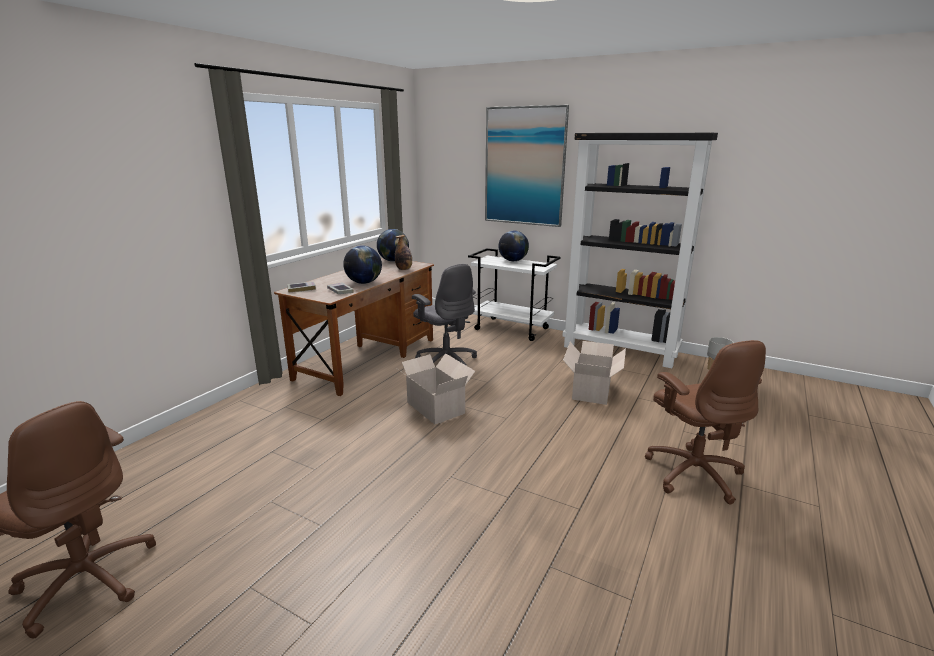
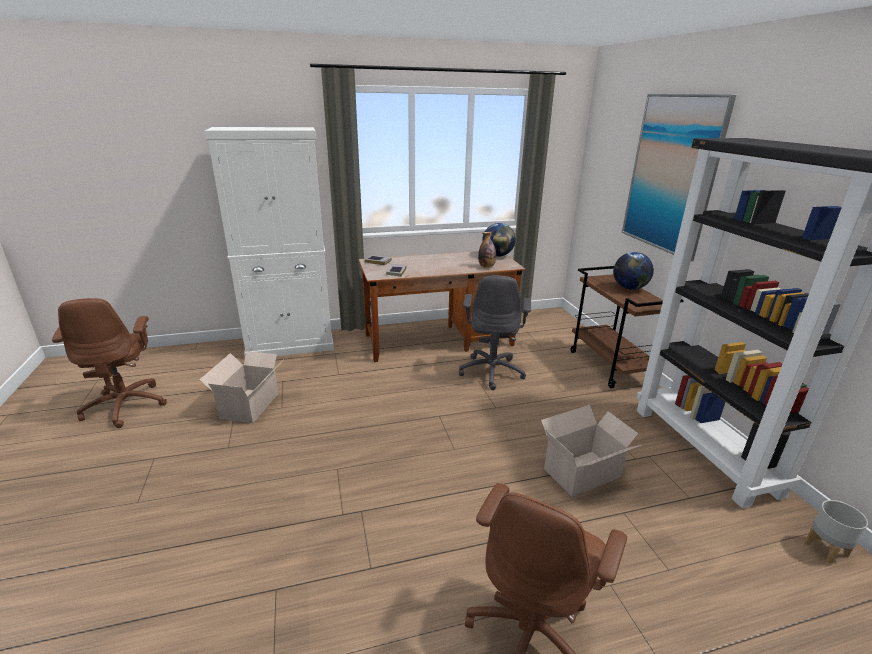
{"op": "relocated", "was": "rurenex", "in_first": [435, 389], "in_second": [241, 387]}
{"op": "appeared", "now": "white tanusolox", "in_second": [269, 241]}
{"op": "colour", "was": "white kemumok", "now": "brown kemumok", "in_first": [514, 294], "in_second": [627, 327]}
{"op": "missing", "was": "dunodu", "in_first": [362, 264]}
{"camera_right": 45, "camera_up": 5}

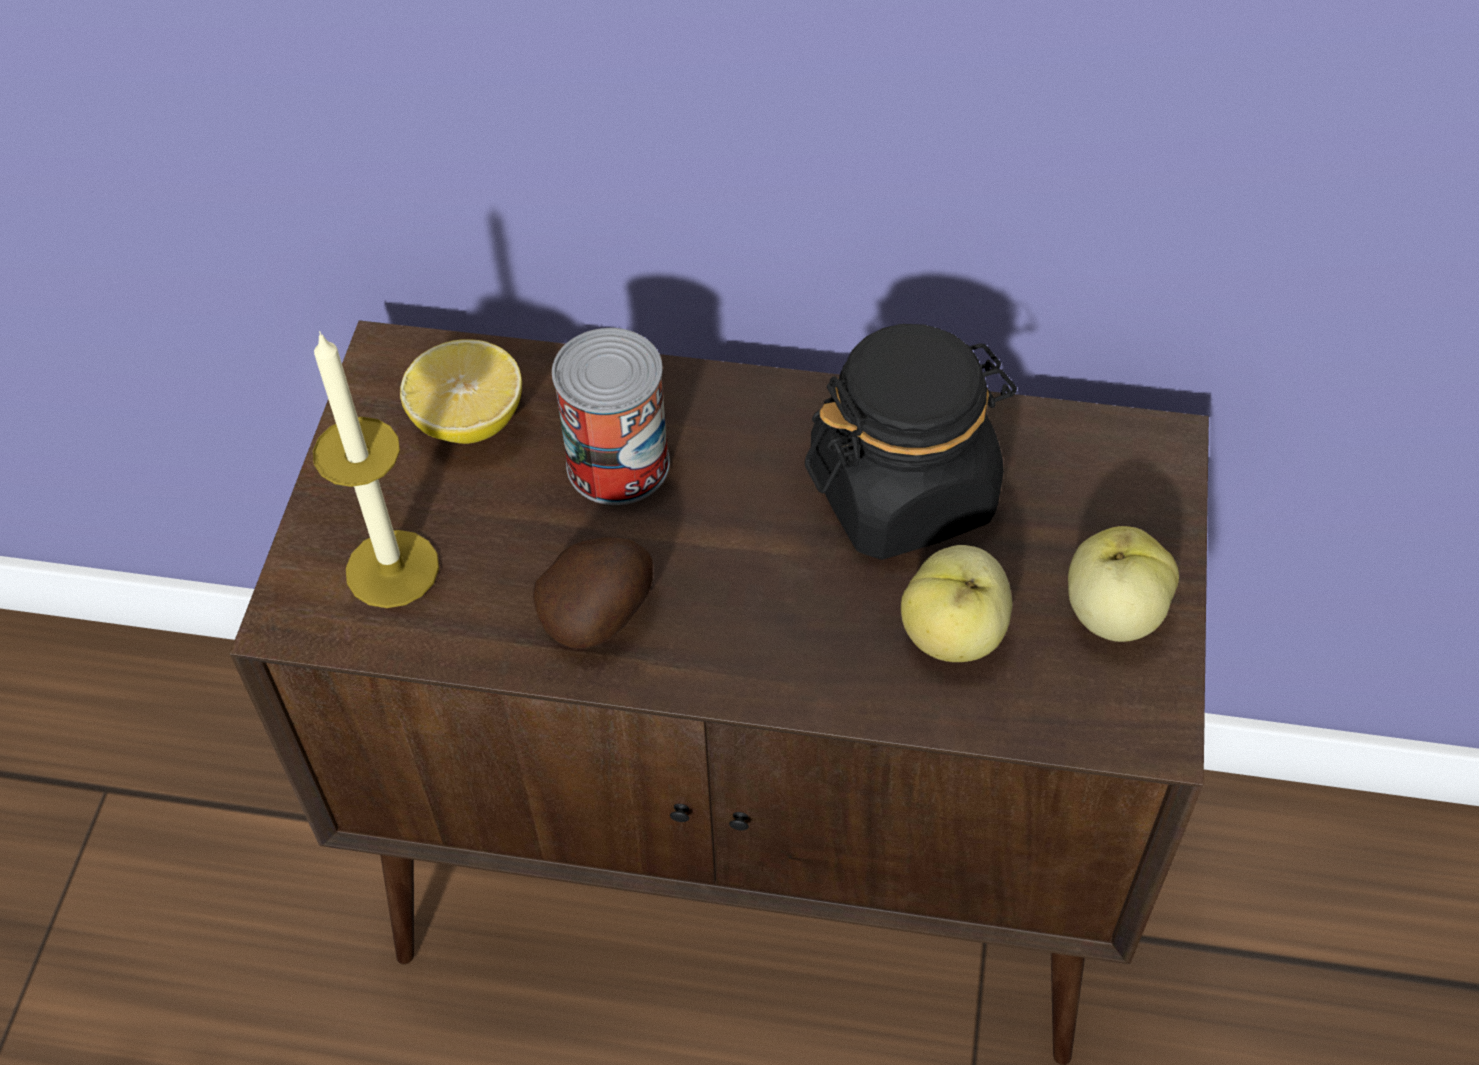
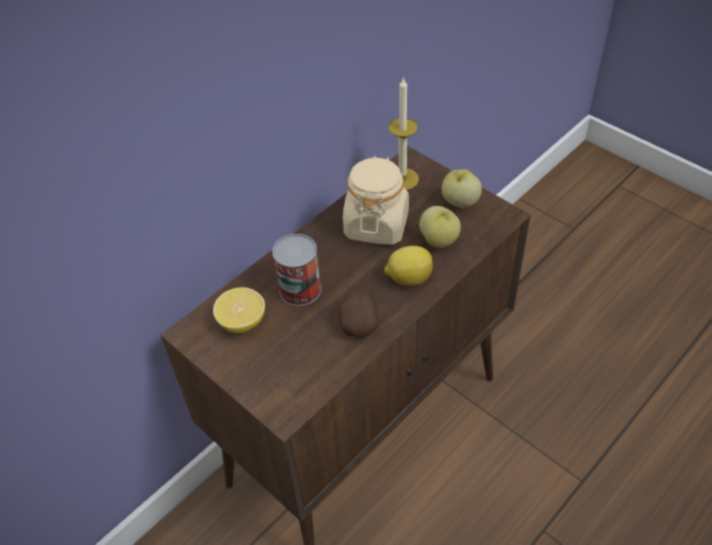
{"op": "colour", "was": "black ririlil", "now": "beige ririlil", "in_first": [911, 442], "in_second": [376, 200]}
{"op": "appeared", "now": "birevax", "in_second": [408, 266]}
{"op": "relocated", "was": "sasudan", "in_first": [376, 469], "in_second": [403, 133]}
{"camera_right": -55, "camera_up": -5}

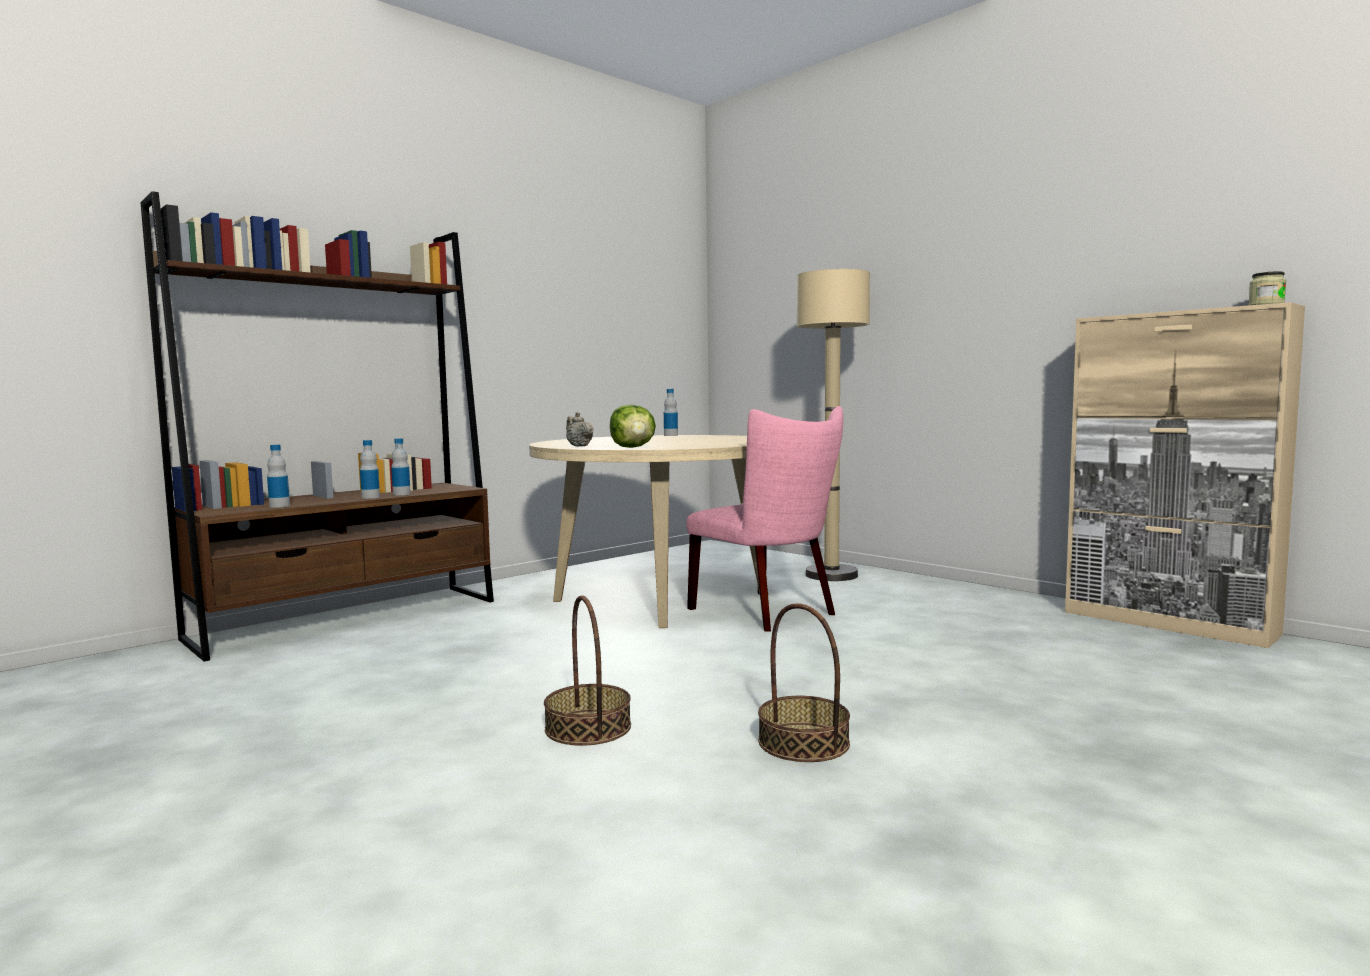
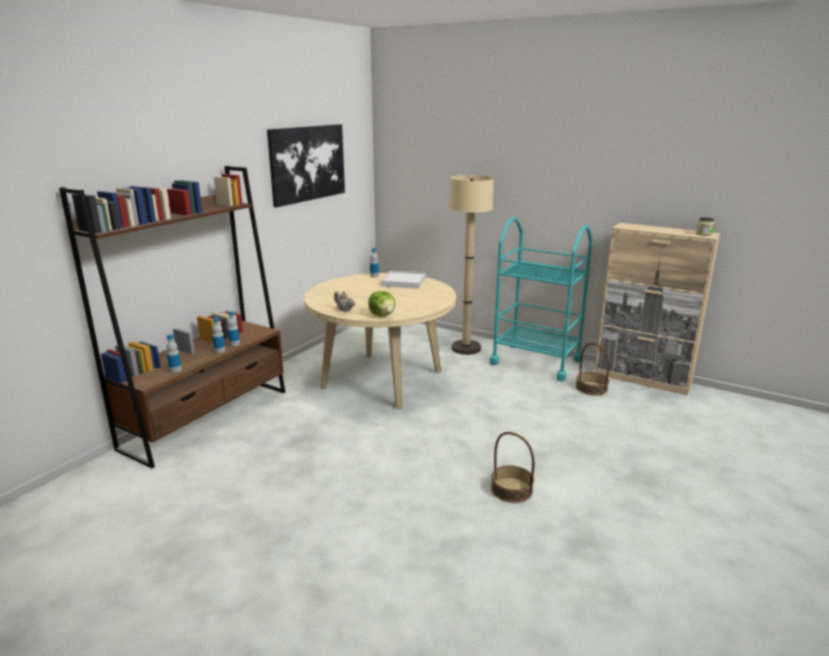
{"op": "appeared", "now": "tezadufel", "in_second": [306, 165]}
{"op": "appeared", "now": "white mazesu", "in_second": [404, 279]}
{"op": "appeared", "now": "turquoise kemumok", "in_second": [541, 299]}
{"op": "relocated", "was": "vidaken", "in_first": [587, 670], "in_second": [592, 369]}
{"op": "missing", "was": "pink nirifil", "in_first": [764, 519]}
{"camera_right": -15, "camera_up": 15}

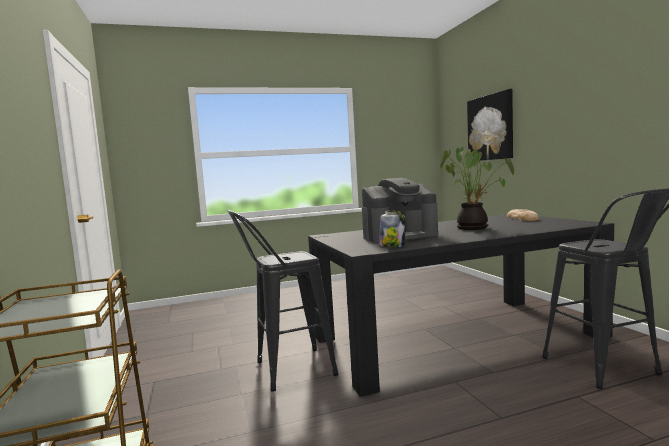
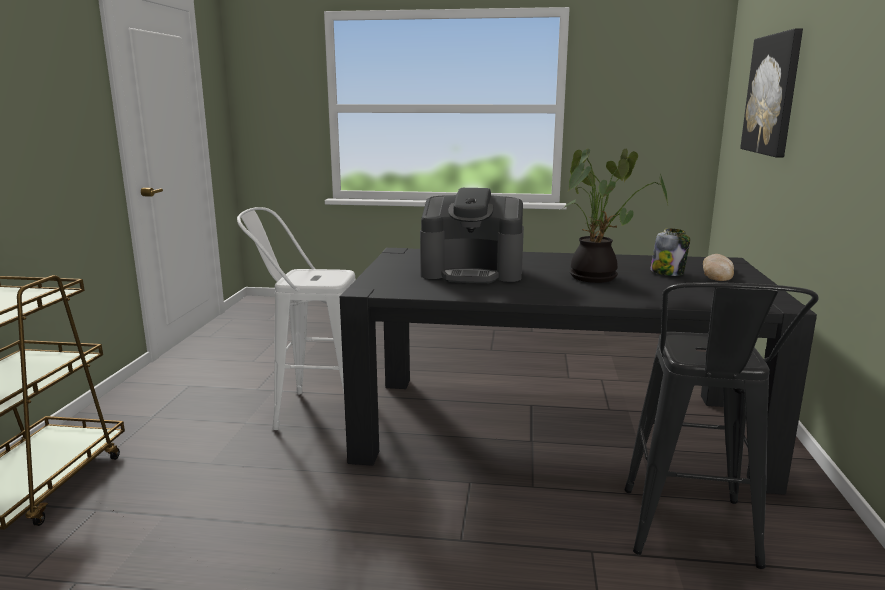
{"op": "colour", "was": "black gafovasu", "now": "white gafovasu", "in_first": [282, 300], "in_second": [296, 318]}
{"op": "relocated", "was": "ririlil", "in_first": [392, 229], "in_second": [670, 252]}
{"camera_right": 25, "camera_up": 10}

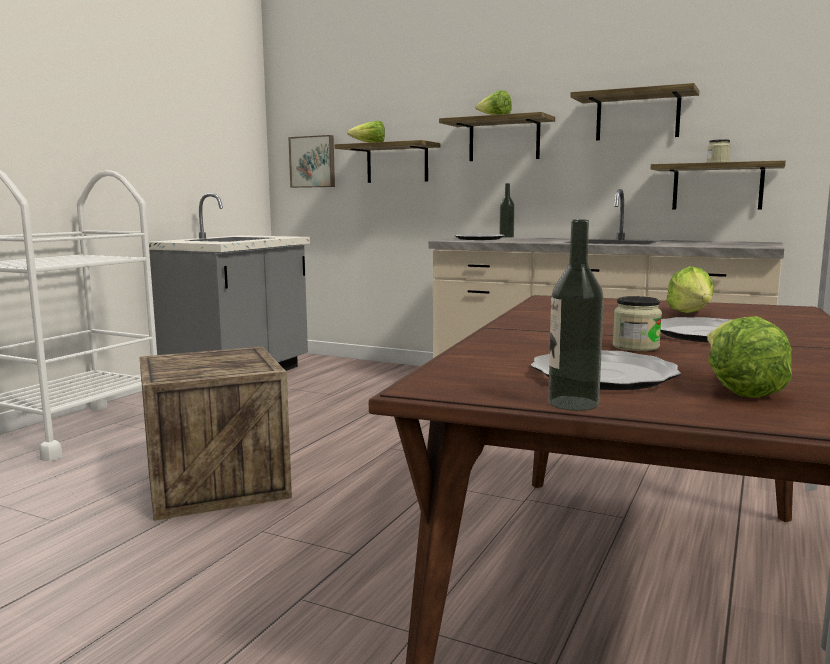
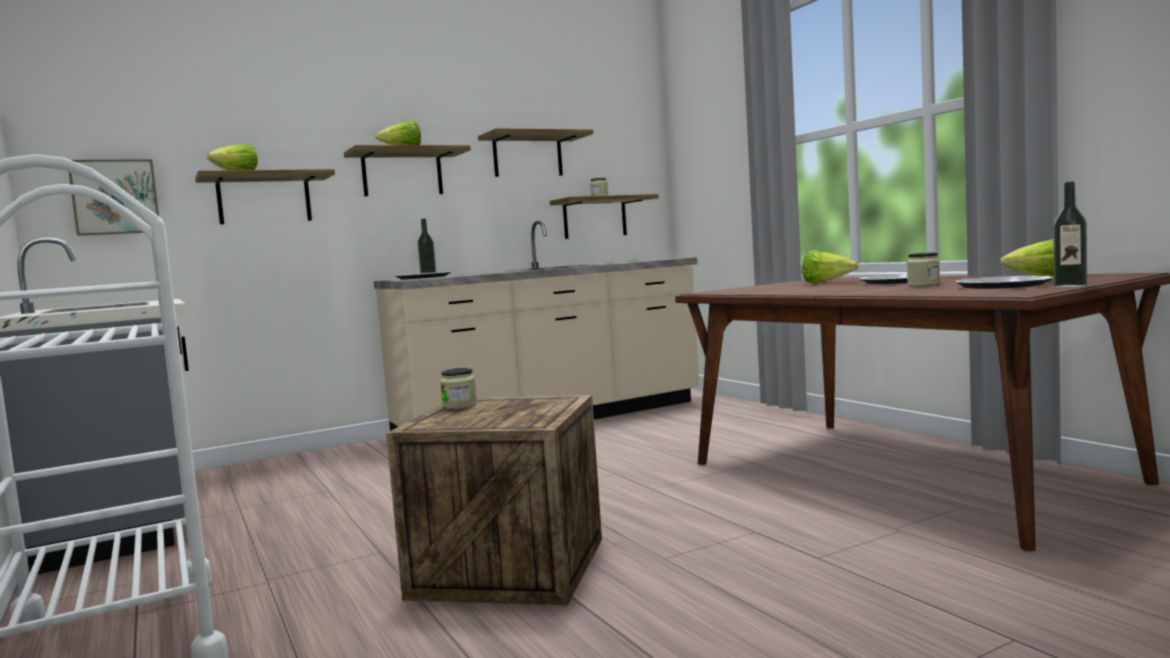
{"op": "appeared", "now": "ririlil", "in_second": [458, 388]}
{"camera_right": -55, "camera_up": -5}

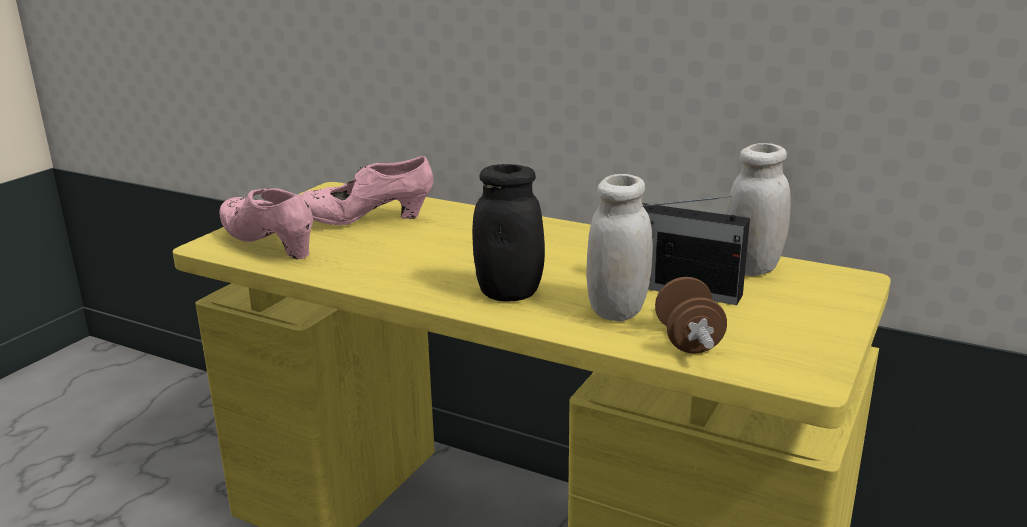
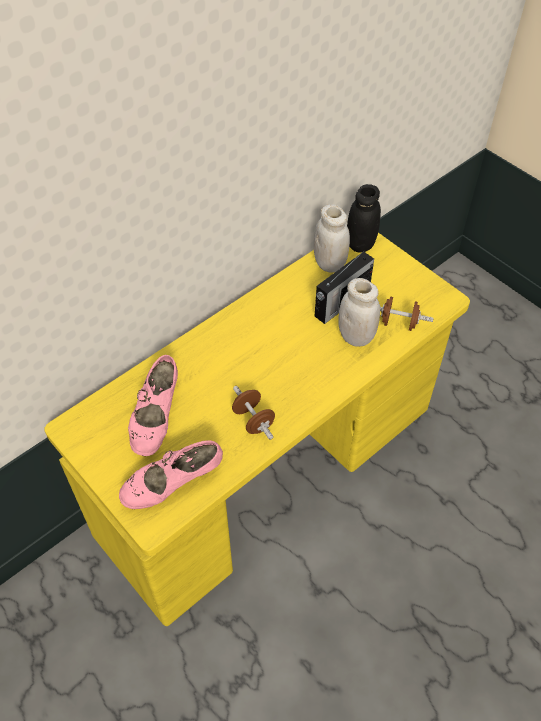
{"op": "appeared", "now": "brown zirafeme", "in_second": [253, 413]}
{"op": "relocated", "was": "black ririlil", "in_first": [509, 232], "in_second": [364, 218]}
{"camera_right": -70, "camera_up": 30}

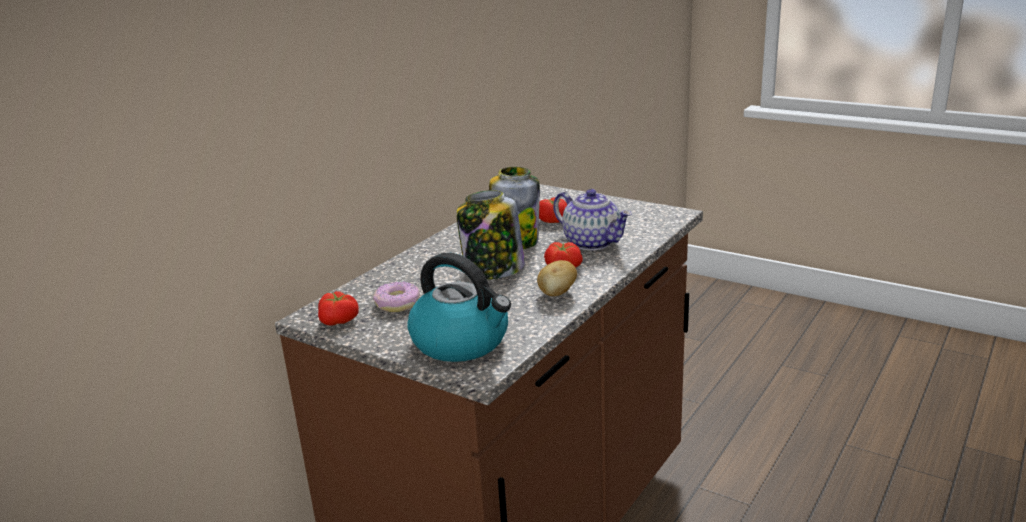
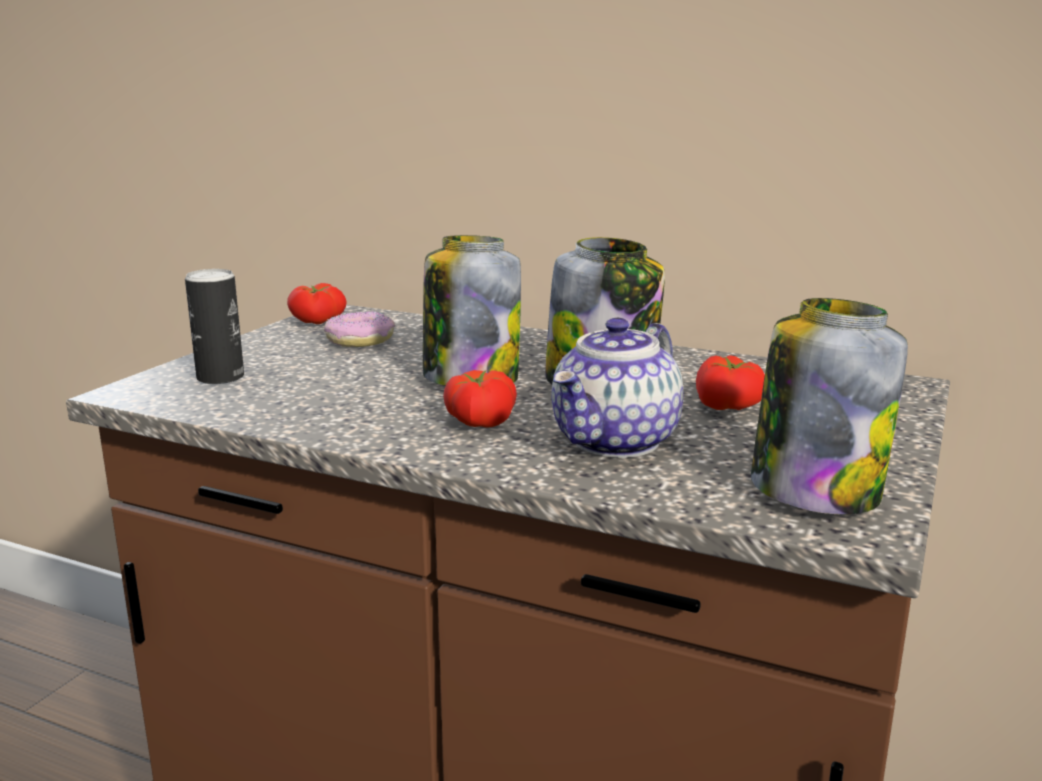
{"op": "exchanged", "was": "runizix", "now": "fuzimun", "in_first": [459, 307], "in_second": [214, 326]}
{"op": "appeared", "now": "ririlil", "in_second": [829, 406]}
{"op": "missing", "was": "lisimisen", "in_first": [557, 278]}
{"camera_right": 80, "camera_up": -5}

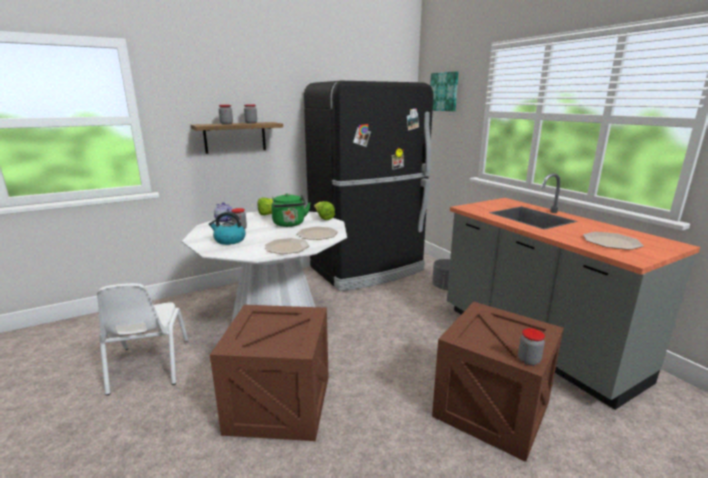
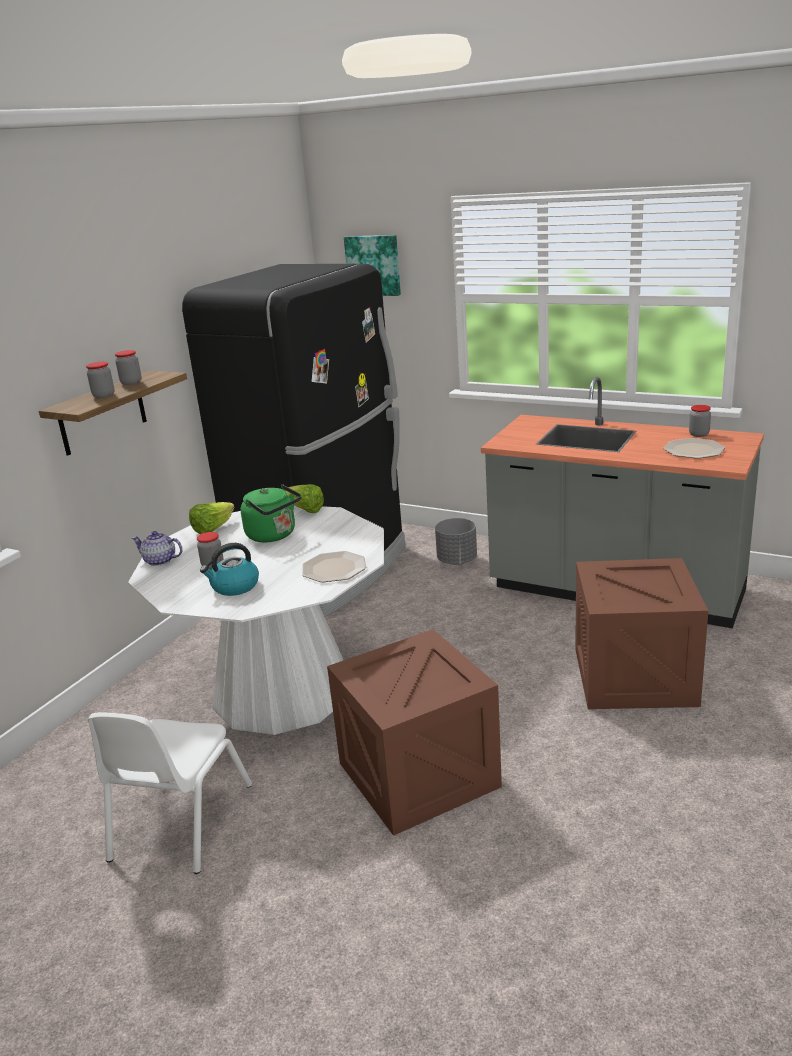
{"op": "spun", "was": "white nirifil", "in_first": [142, 339], "in_second": [170, 793], "clockwise": 60}
{"op": "relocated", "was": "ririlil", "in_first": [531, 347], "in_second": [700, 421]}
{"op": "missing", "was": "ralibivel", "in_first": [317, 233]}
{"camera_right": -30, "camera_up": 5}

